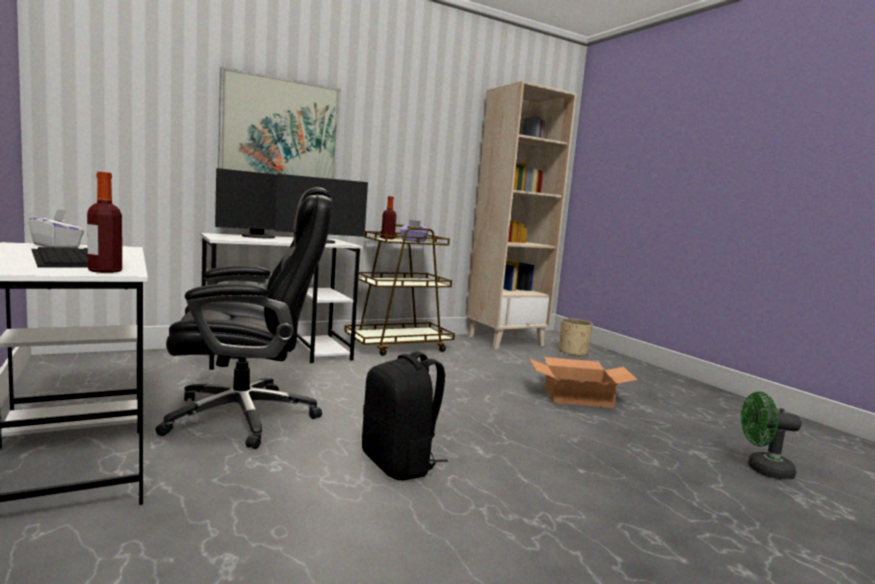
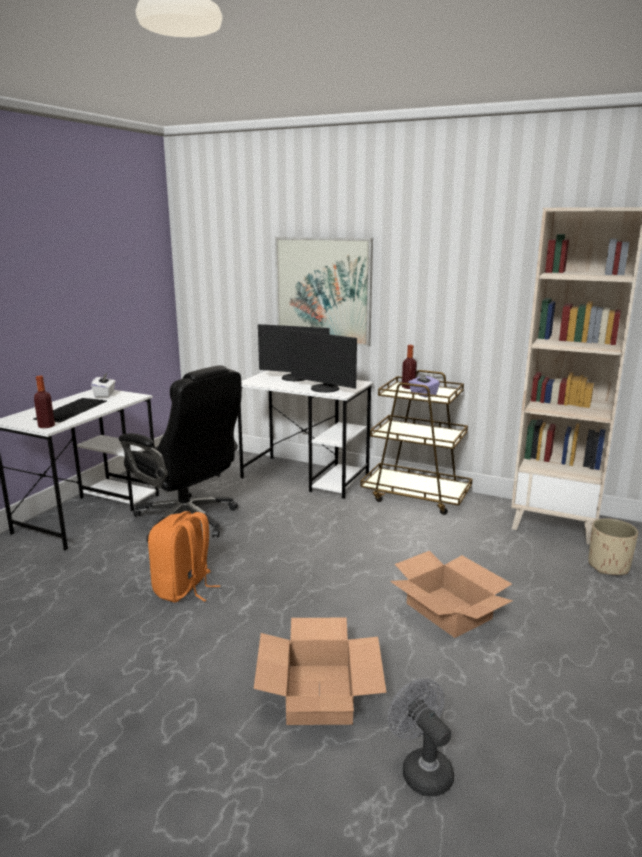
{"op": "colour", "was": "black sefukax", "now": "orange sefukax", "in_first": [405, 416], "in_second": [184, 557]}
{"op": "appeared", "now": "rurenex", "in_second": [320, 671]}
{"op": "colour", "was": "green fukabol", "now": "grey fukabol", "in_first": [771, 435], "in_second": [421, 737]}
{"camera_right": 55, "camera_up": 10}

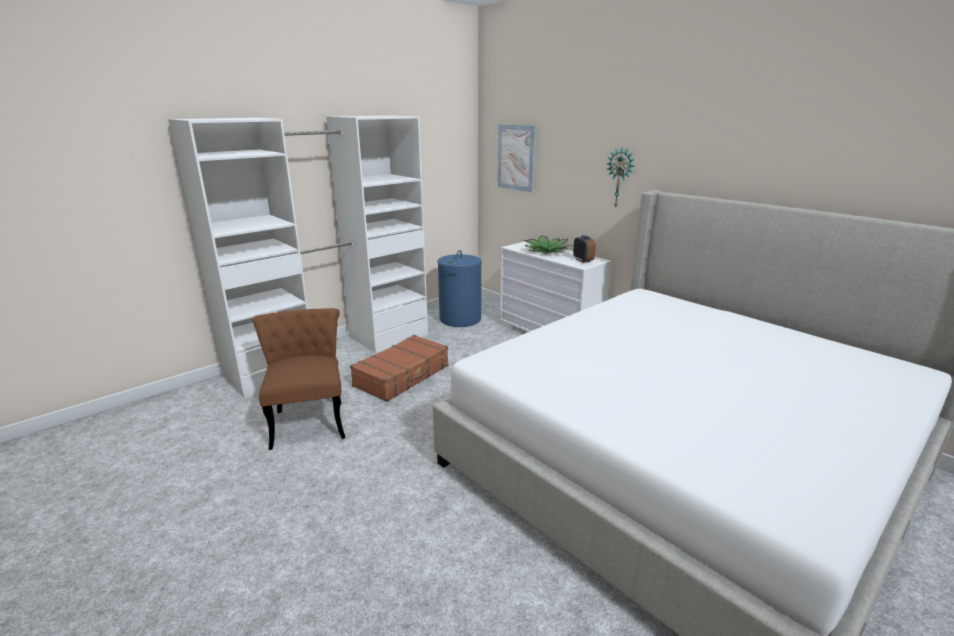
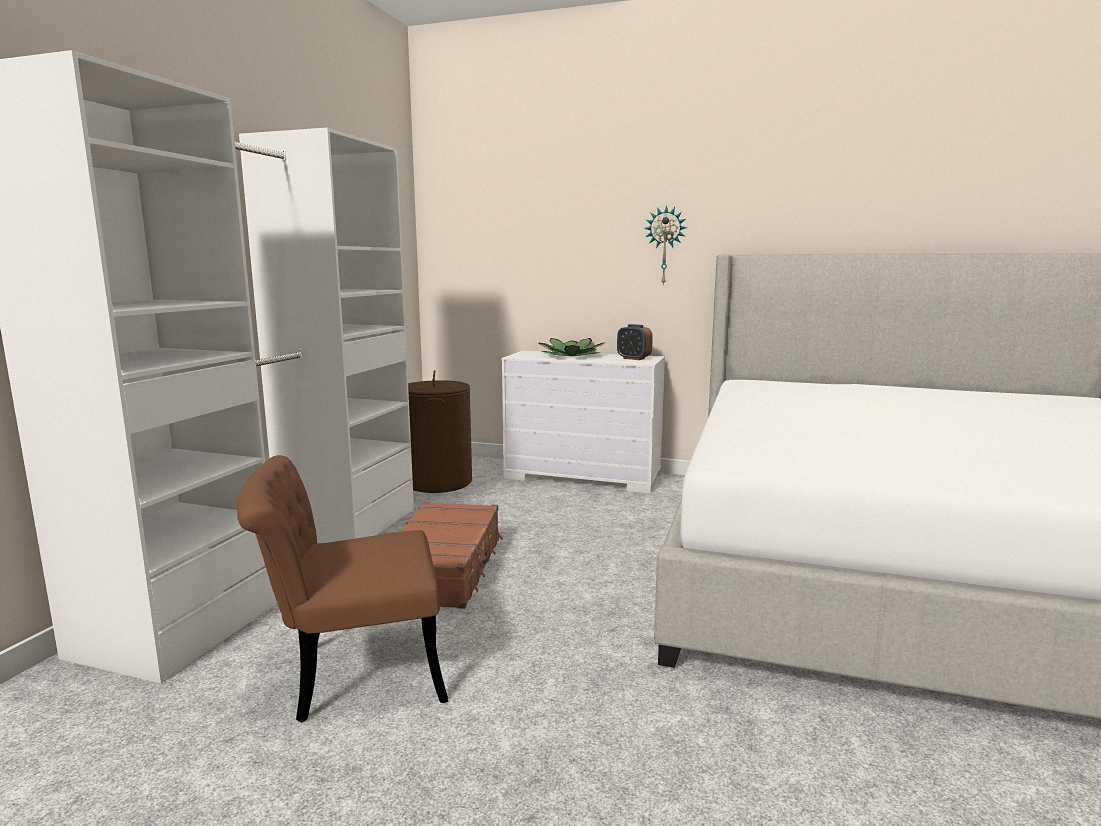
{"op": "spun", "was": "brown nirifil", "in_first": [298, 379], "in_second": [342, 589], "clockwise": -60}
{"op": "colour", "was": "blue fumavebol", "now": "brown fumavebol", "in_first": [459, 288], "in_second": [440, 431]}
{"op": "missing", "was": "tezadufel", "in_first": [517, 158]}
{"camera_right": -30, "camera_up": -10}

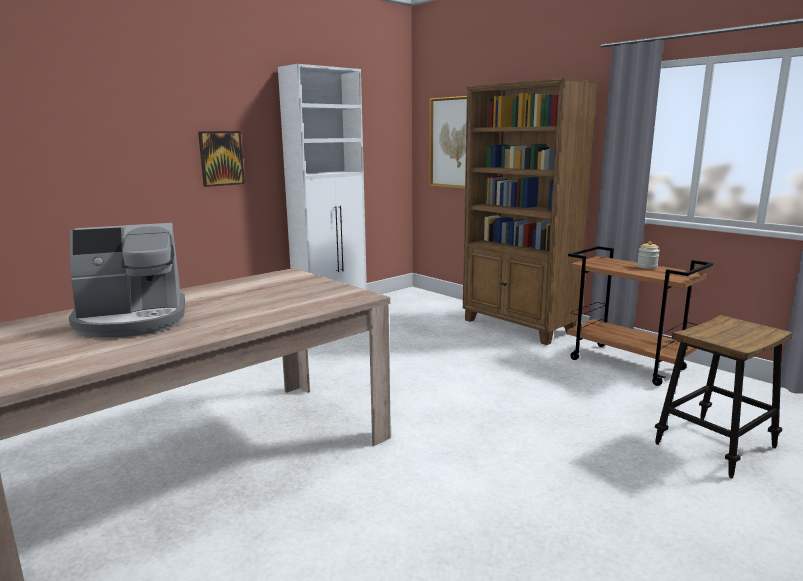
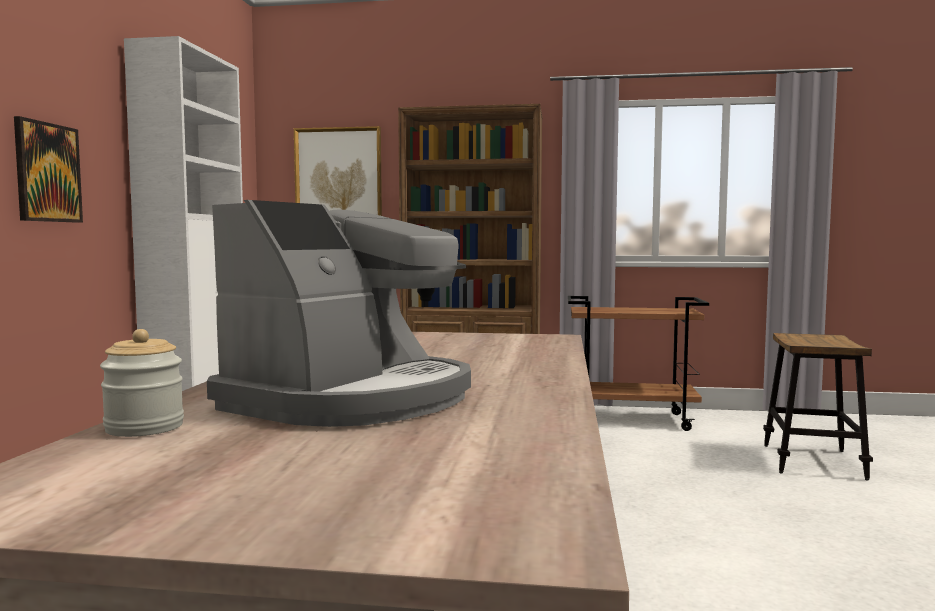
{"op": "relocated", "was": "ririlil", "in_first": [648, 255], "in_second": [142, 383]}
{"camera_right": -40, "camera_up": -10}

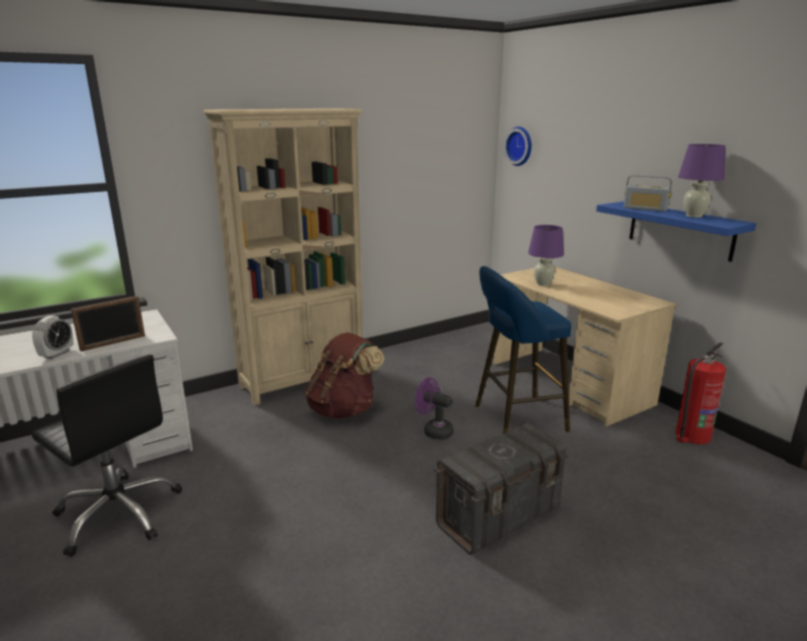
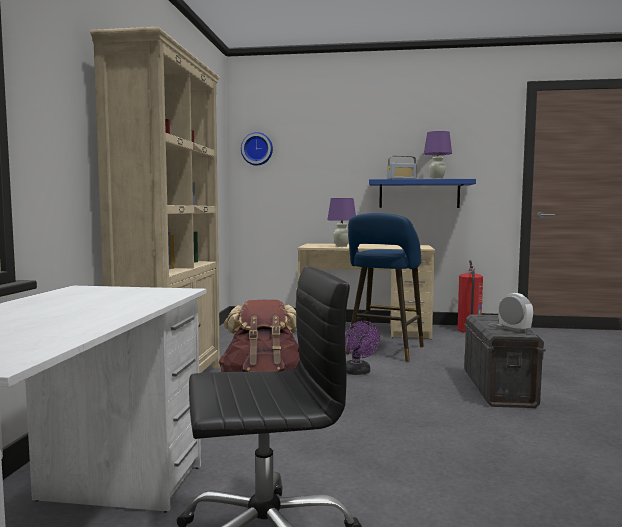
{"op": "spun", "was": "purple fukabol", "in_first": [434, 408], "in_second": [362, 348], "clockwise": -90}
{"op": "relocated", "was": "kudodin", "in_first": [53, 337], "in_second": [515, 312]}
{"op": "missing", "was": "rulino", "in_first": [108, 324]}
{"camera_right": -50, "camera_up": -15}

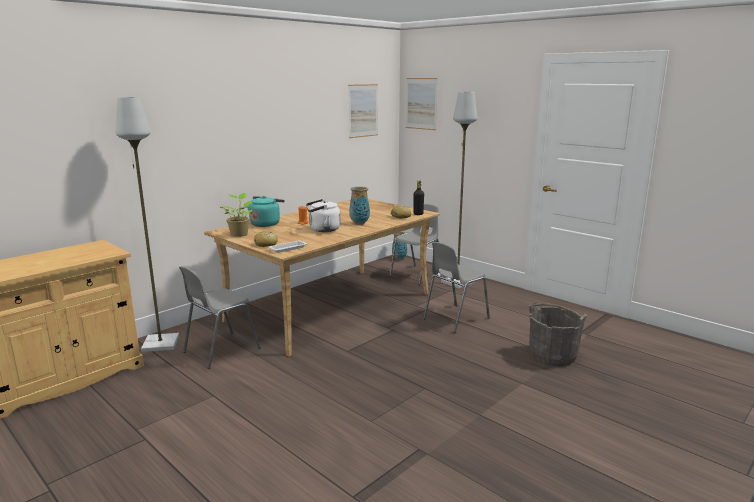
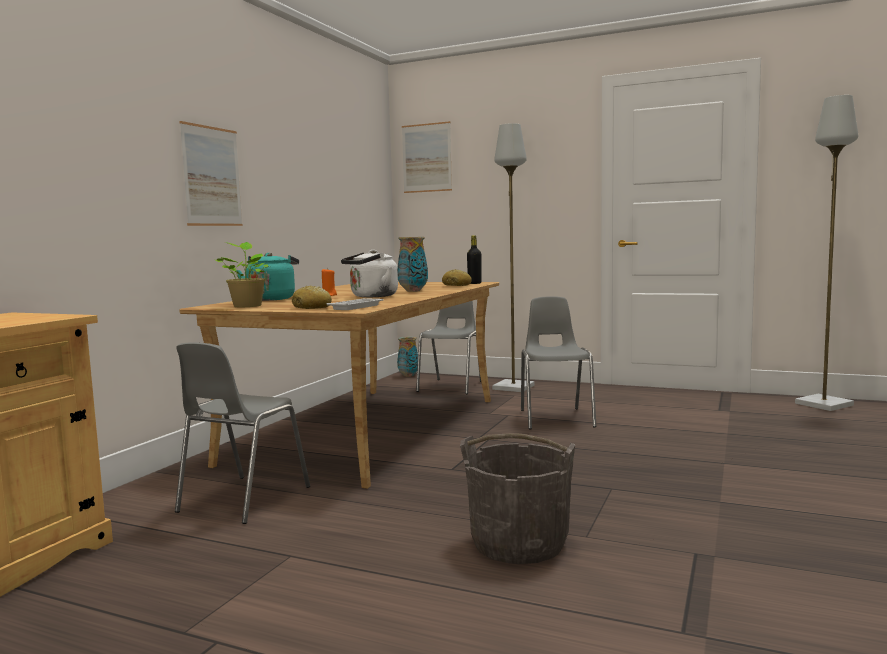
{"op": "relocated", "was": "tezadufel", "in_first": [363, 111], "in_second": [211, 173]}
{"op": "relocated", "was": "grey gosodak", "in_first": [558, 333], "in_second": [517, 498]}
{"op": "spun", "was": "grey nirifil", "in_first": [456, 287], "in_second": [559, 363], "clockwise": 150}
{"op": "relocated", "was": "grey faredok", "in_first": [147, 224], "in_second": [826, 253]}
{"camera_right": -20, "camera_up": -10}

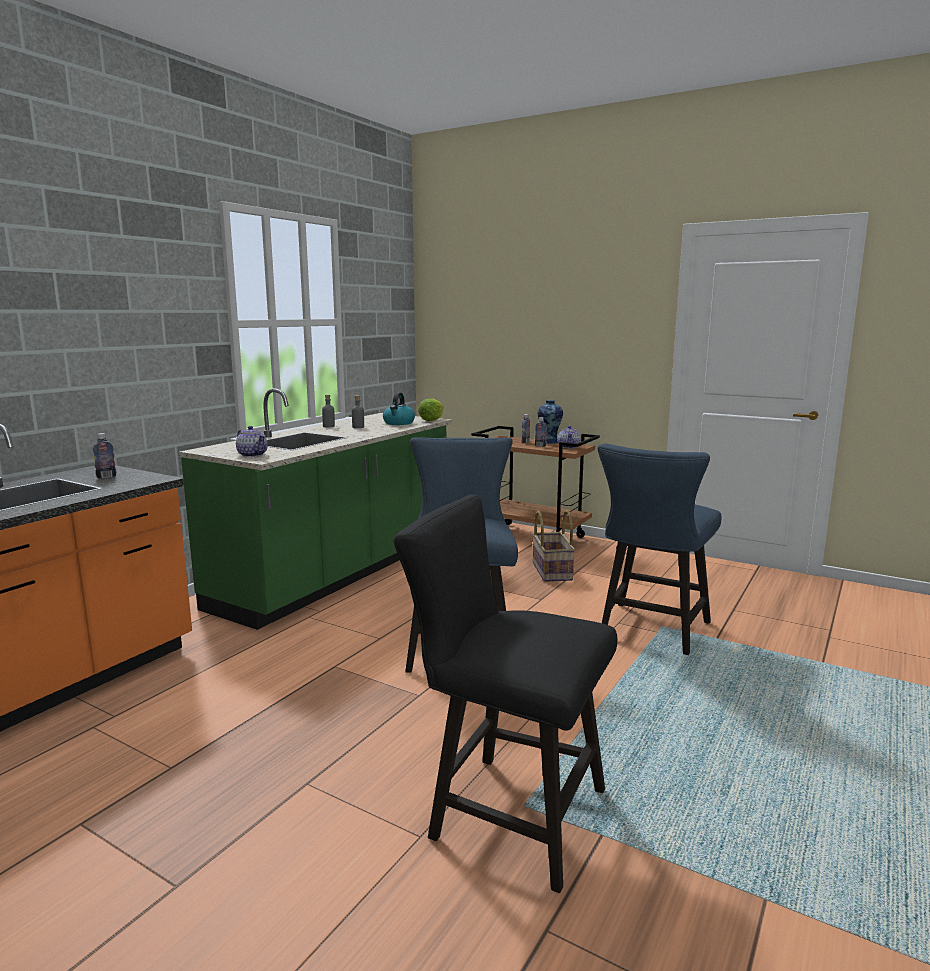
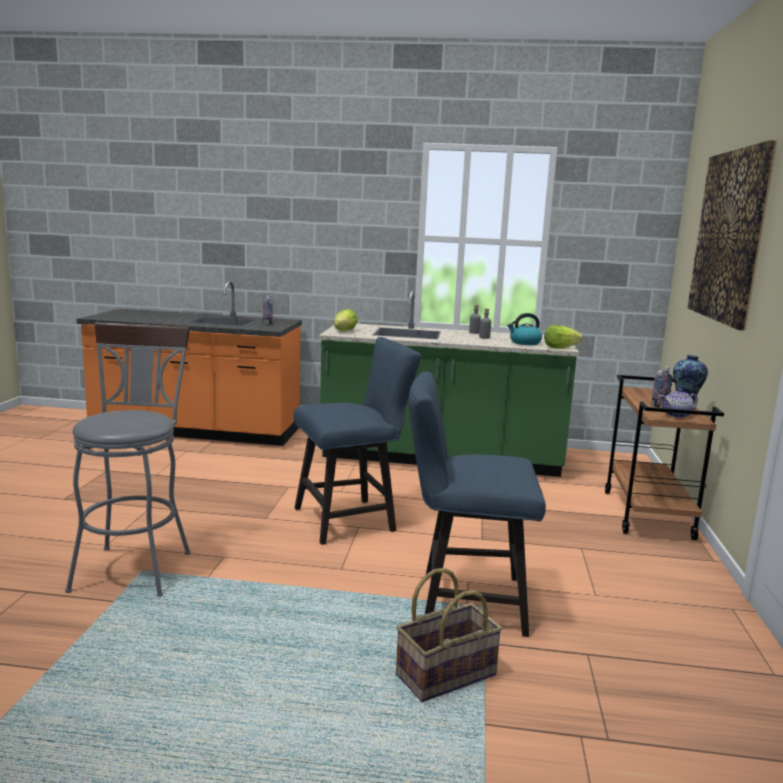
{"op": "exchanged", "was": "black nirifil", "now": "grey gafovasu", "in_first": [505, 693], "in_second": [127, 459]}
{"op": "exchanged", "was": "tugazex", "now": "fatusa", "in_first": [252, 441], "in_second": [346, 320]}
{"op": "relocated", "was": "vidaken", "in_first": [553, 546], "in_second": [449, 635]}
{"op": "appeared", "now": "tezadufel", "in_second": [732, 235]}
{"camera_right": 65, "camera_up": 0}

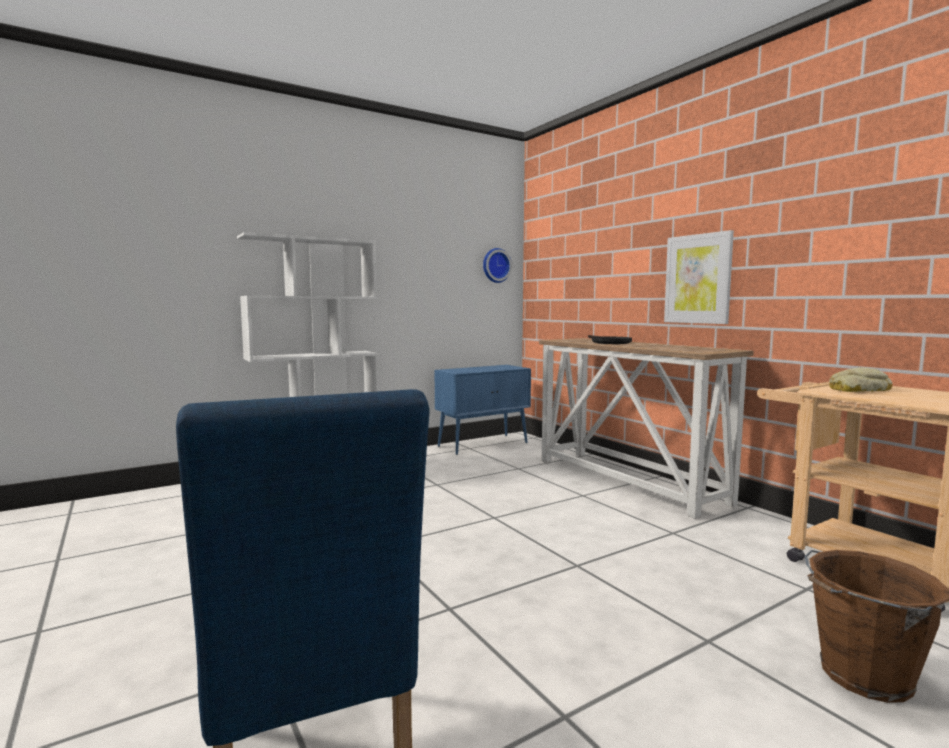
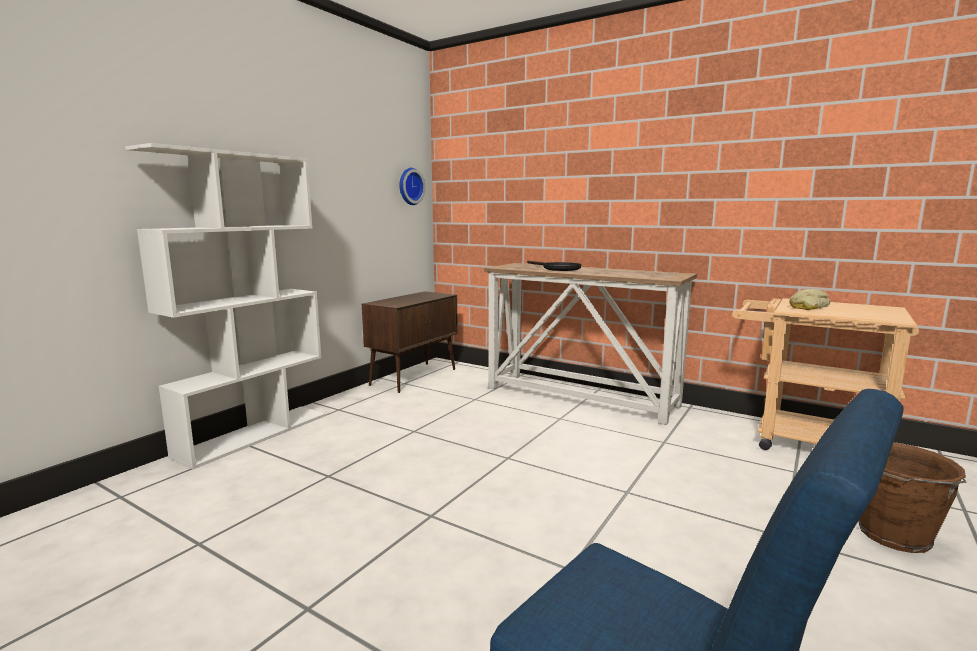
{"op": "colour", "was": "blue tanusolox", "now": "brown tanusolox", "in_first": [483, 410], "in_second": [410, 342]}
{"op": "missing", "was": "tezadufel", "in_first": [699, 277]}
{"camera_right": -25, "camera_up": 5}

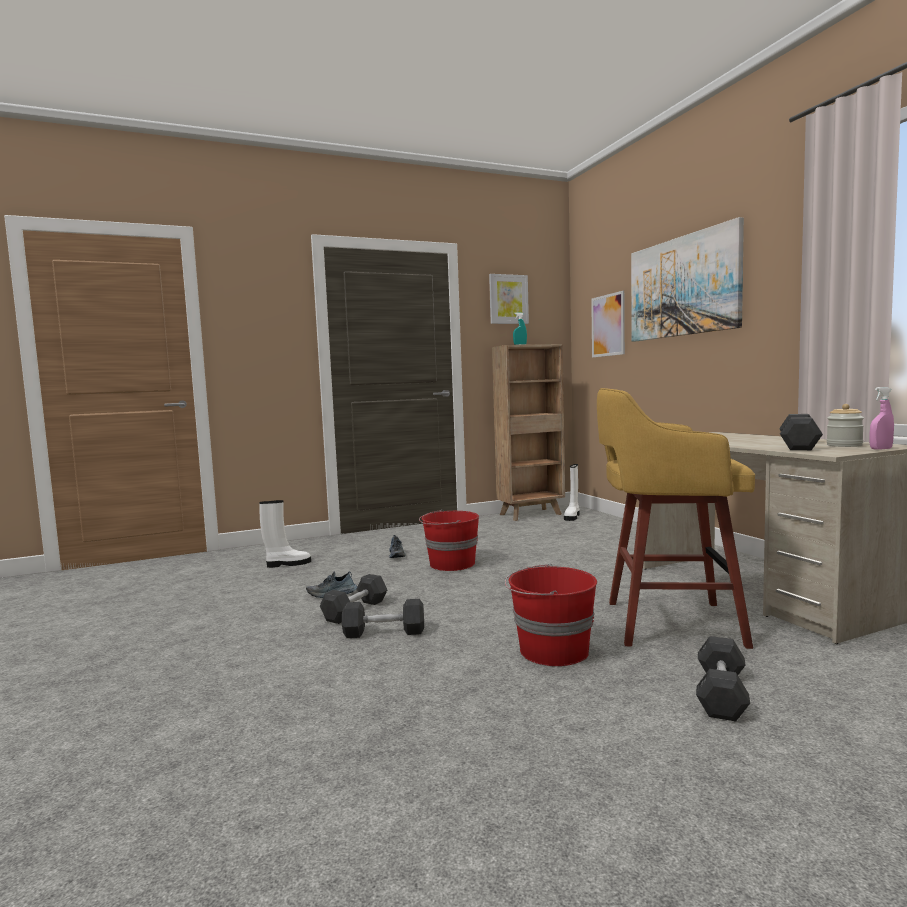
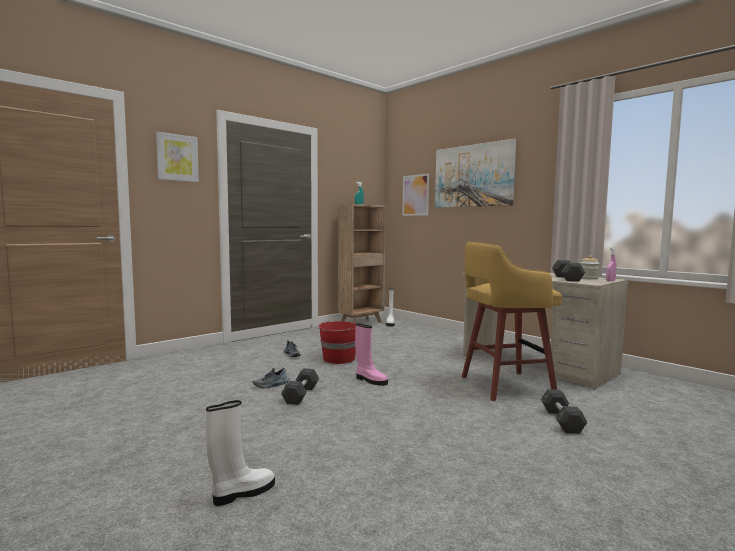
{"op": "relocated", "was": "tezadufel", "in_first": [509, 299], "in_second": [177, 157]}
{"op": "relocated", "was": "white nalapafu", "in_first": [285, 534], "in_second": [240, 453]}
{"op": "appeared", "now": "pink nalapafu", "in_second": [371, 355]}
{"op": "missing", "was": "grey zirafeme", "in_first": [383, 618]}
{"op": "missing", "was": "red gosodak", "in_first": [551, 615]}
{"camera_right": -20, "camera_up": 0}

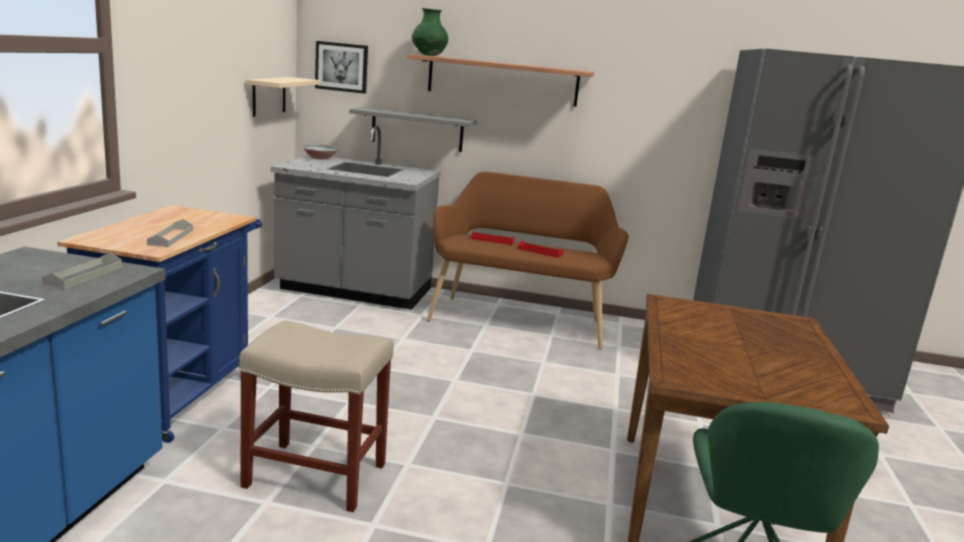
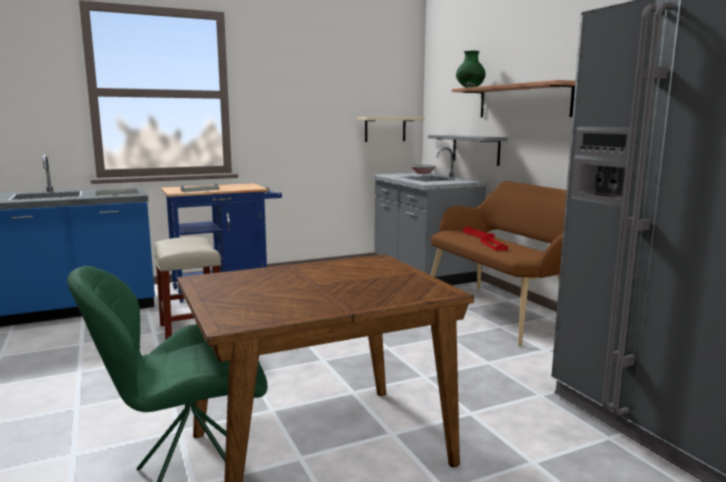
{"op": "missing", "was": "tezadufel", "in_first": [341, 67]}
{"camera_right": 55, "camera_up": -5}

